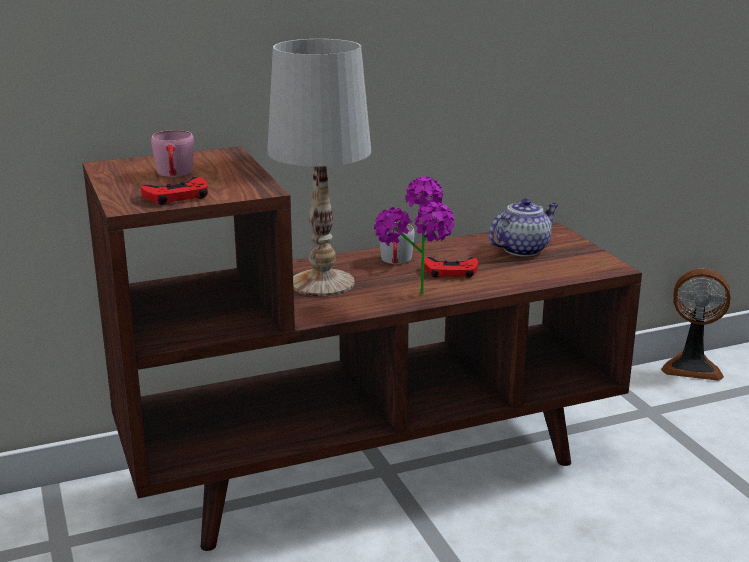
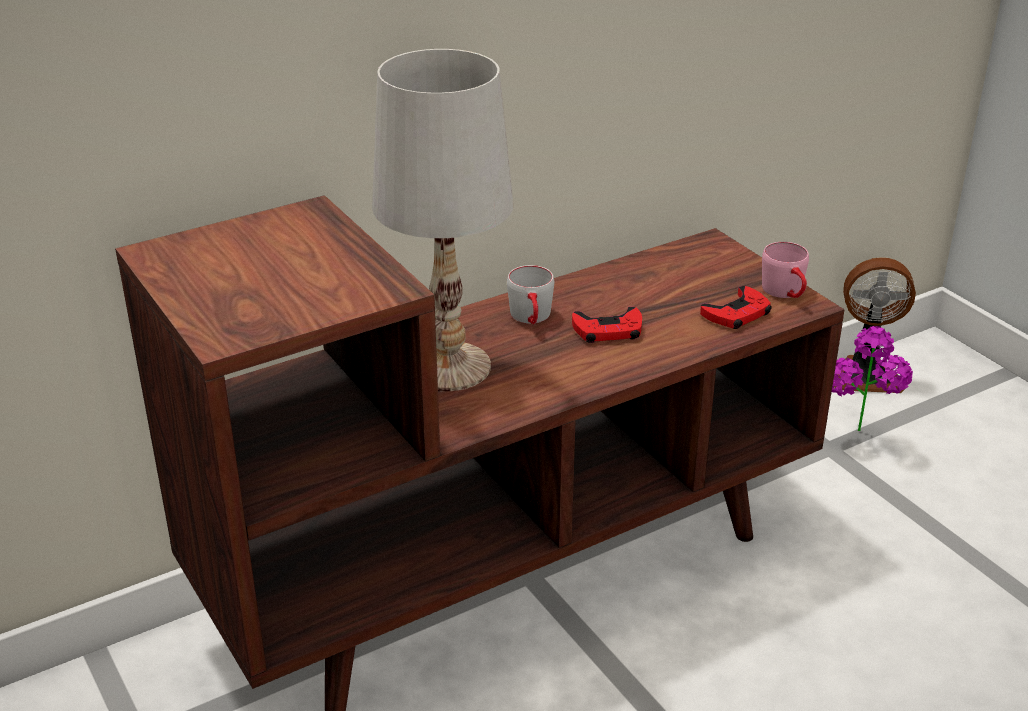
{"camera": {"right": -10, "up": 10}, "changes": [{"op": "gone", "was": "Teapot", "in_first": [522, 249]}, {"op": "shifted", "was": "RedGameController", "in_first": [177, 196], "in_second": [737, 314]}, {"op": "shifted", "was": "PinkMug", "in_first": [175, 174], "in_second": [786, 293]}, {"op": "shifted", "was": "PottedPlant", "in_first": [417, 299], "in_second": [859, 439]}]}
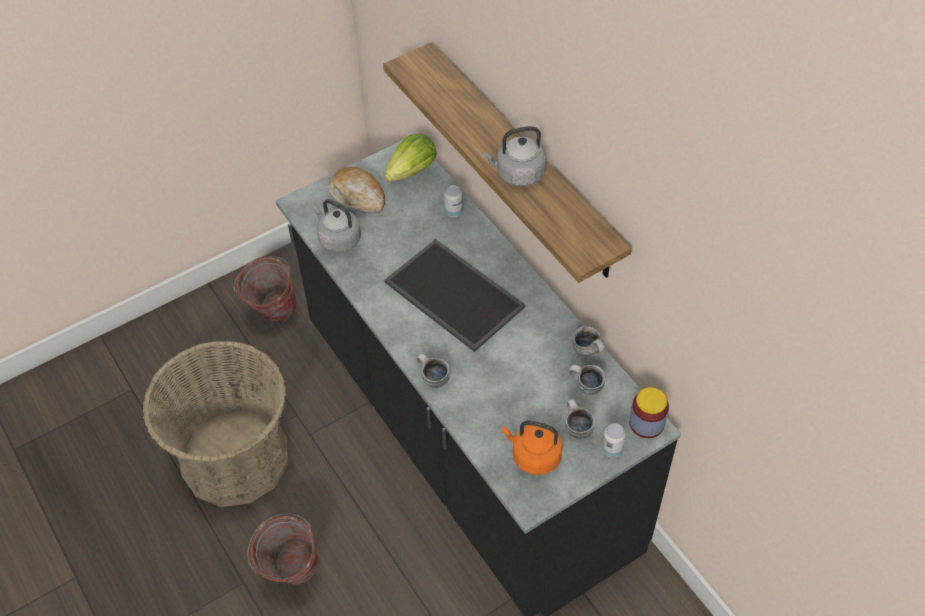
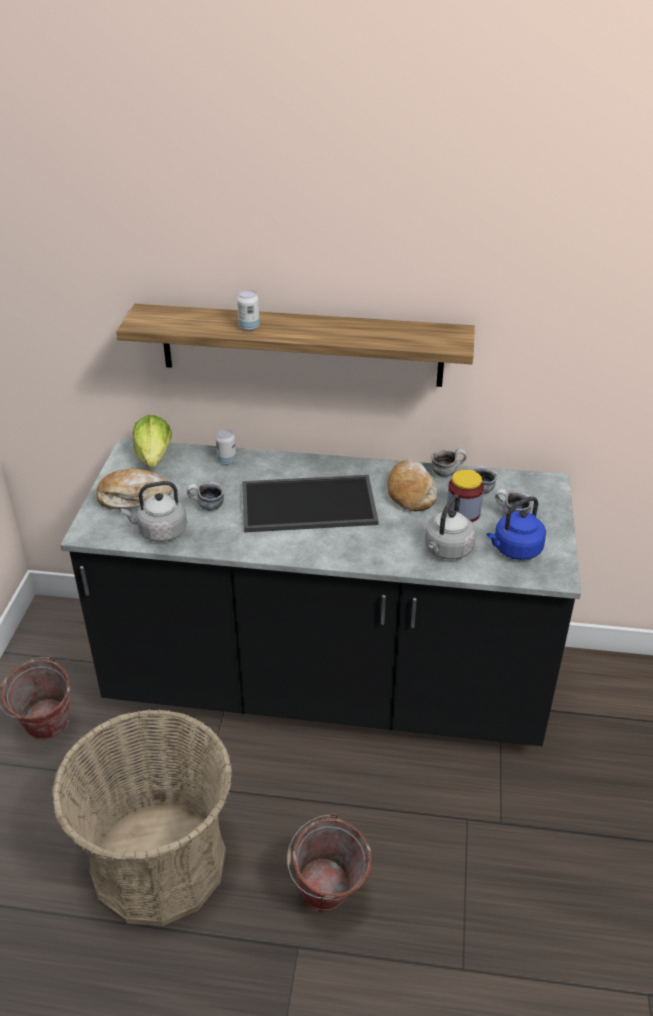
{"camera": {"right": -50, "up": -15}, "changes": [{"op": "new", "now": "Bread", "in_second": [410, 492]}, {"op": "shifted", "was": "Mug", "in_first": [432, 379], "in_second": [207, 507]}, {"op": "shifted", "was": "GreyKettle", "in_first": [517, 174], "in_second": [447, 550]}, {"op": "shifted", "was": "Can", "in_first": [612, 449], "in_second": [249, 327]}, {"op": "shifted", "was": "Jar", "in_first": [646, 423], "in_second": [463, 513]}, {"op": "repainted", "was": "OrangeKettle", "now": "BlueKettle", "in_first": [533, 456], "in_second": [515, 550]}]}
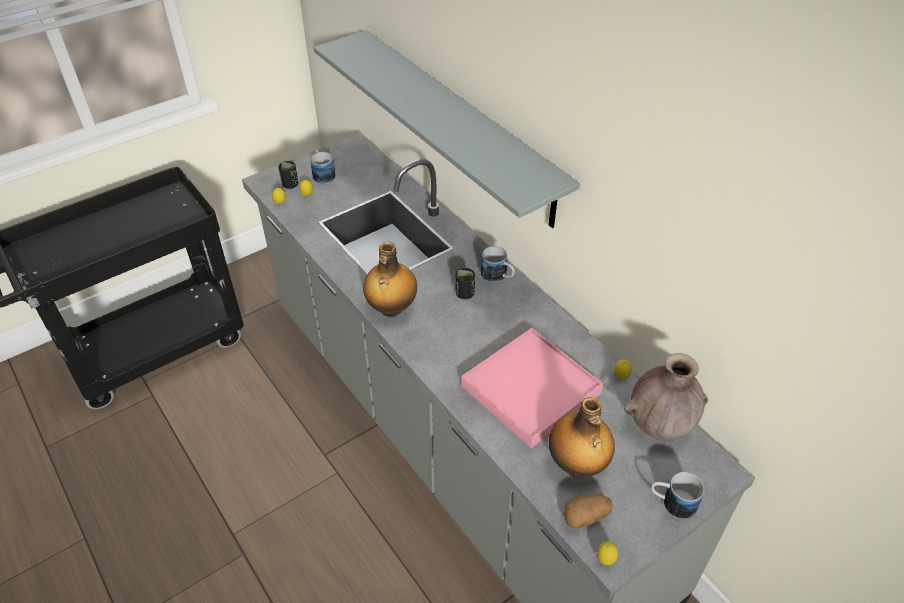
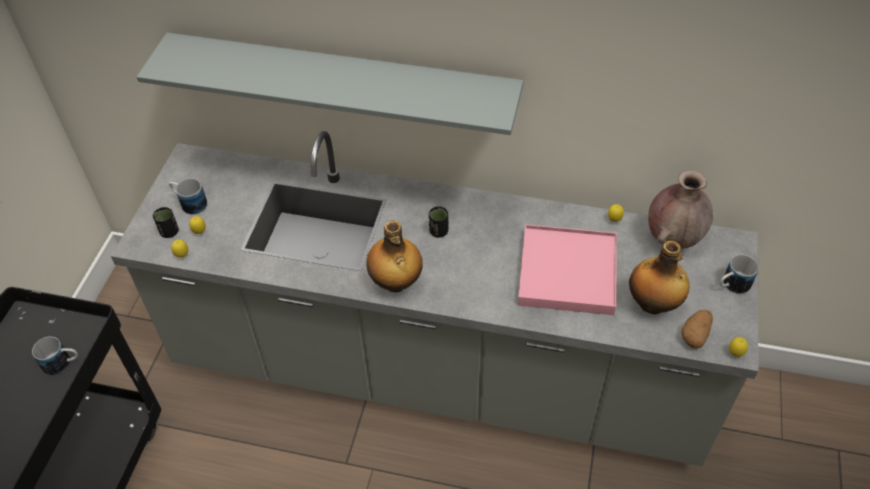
{"camera": {"right": -40, "up": 5}, "changes": [{"op": "shifted", "was": "Mug", "in_first": [498, 277], "in_second": [63, 363]}]}
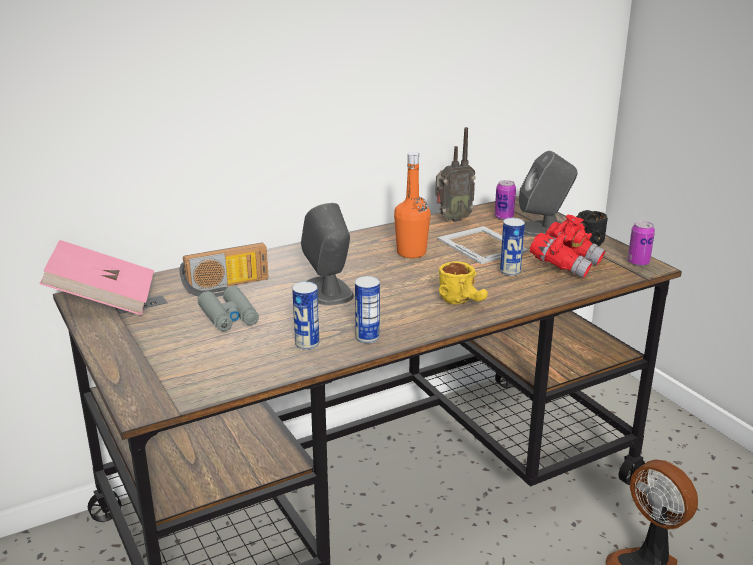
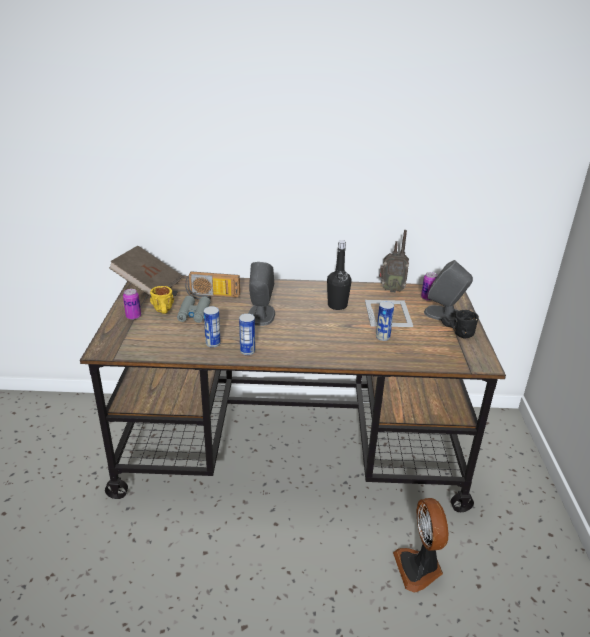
{"camera": {"right": 30, "up": 5}, "changes": [{"op": "gone", "was": "RedBinoculars", "in_first": [565, 265]}, {"op": "shifted", "was": "YellowMug", "in_first": [464, 301], "in_second": [164, 312]}, {"op": "shifted", "was": "Can", "in_first": [638, 262], "in_second": [133, 316]}, {"op": "repainted", "was": "PinkBook", "now": "BrownBook", "in_first": [103, 300], "in_second": [147, 285]}, {"op": "repainted", "was": "OrangeBottle", "now": "BlackBottle", "in_first": [411, 253], "in_second": [337, 305]}]}
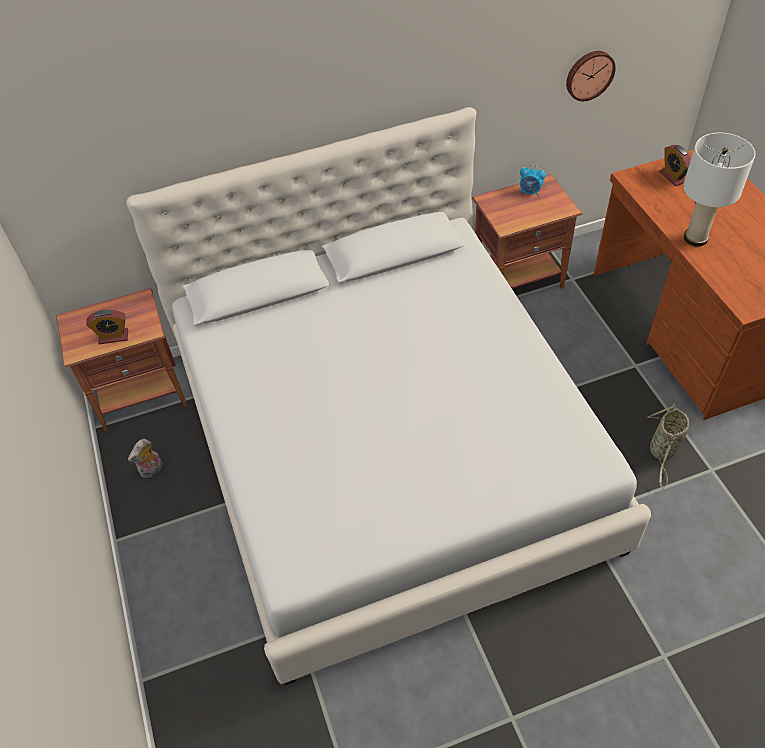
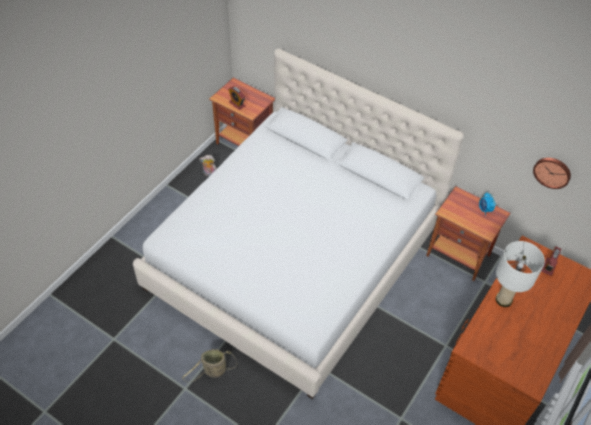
{"camera": {"right": 50, "up": 0}, "changes": [{"op": "shifted", "was": "Basket", "in_first": [662, 451], "in_second": [213, 371]}]}
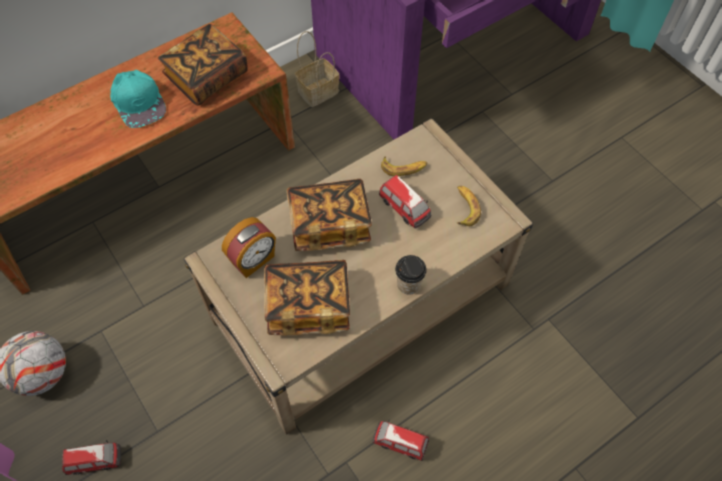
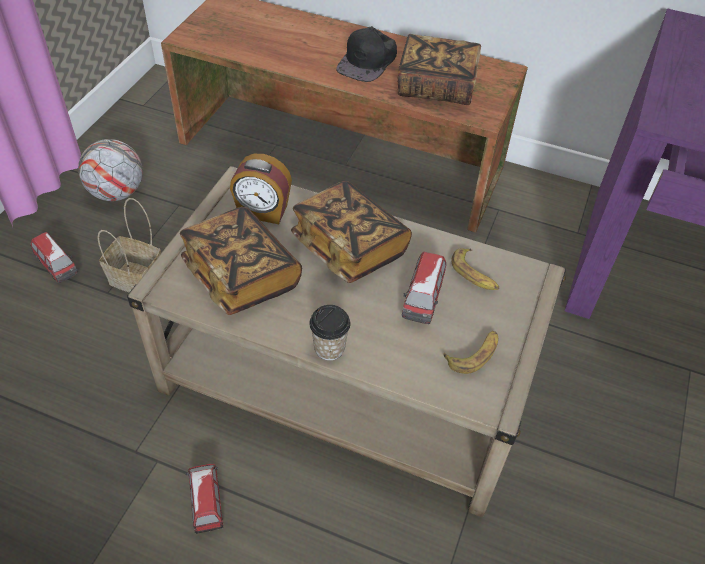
{"camera": {"right": 55, "up": -10}, "changes": [{"op": "shifted", "was": "Basket", "in_first": [318, 91], "in_second": [138, 278]}, {"op": "repainted", "was": "TurquoiseCap", "now": "BlackCap", "in_first": [139, 101], "in_second": [368, 61]}]}
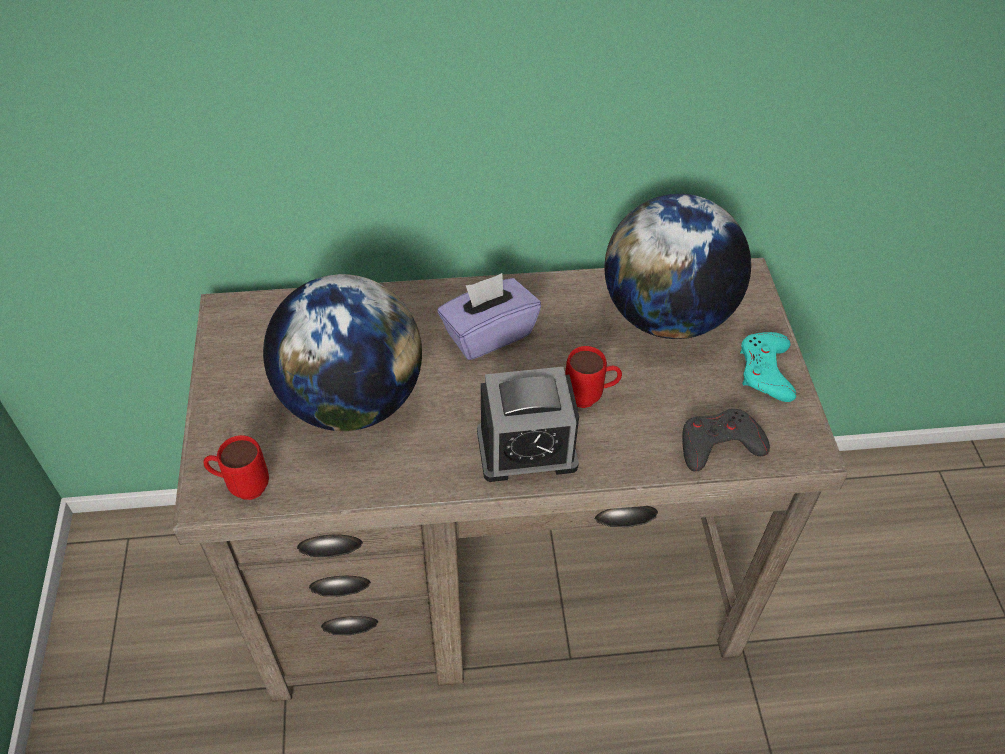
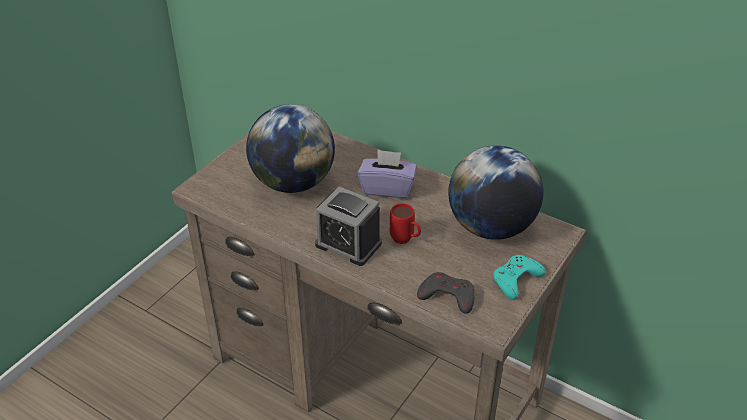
{"camera": {"right": 40, "up": -10}, "changes": [{"op": "gone", "was": "RedMug", "in_first": [241, 487]}]}
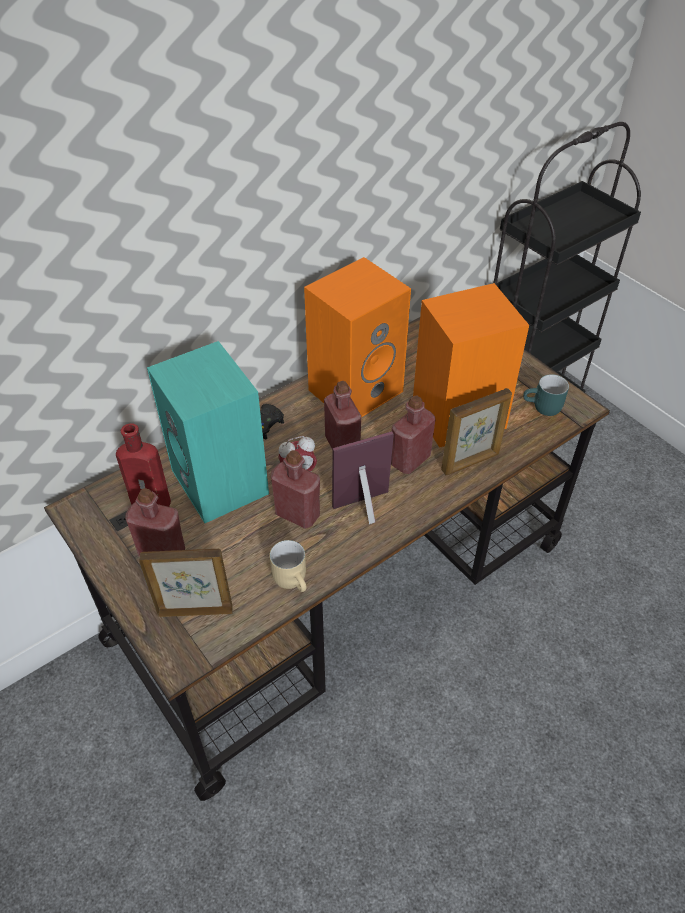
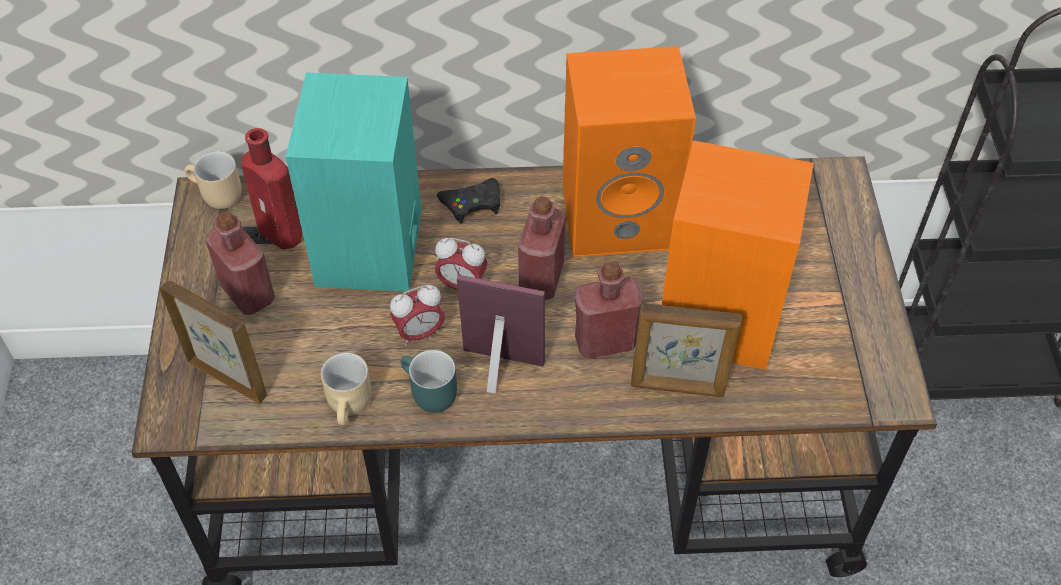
{"camera": {"right": 35, "up": 5}, "changes": [{"op": "new", "now": "BeigeMug", "in_second": [215, 196]}, {"op": "shifted", "was": "TurquoiseMug", "in_first": [543, 408], "in_second": [427, 394]}, {"op": "swapped", "was": "RedBottle", "now": "AlarmClock", "in_first": [297, 514], "in_second": [419, 333]}]}
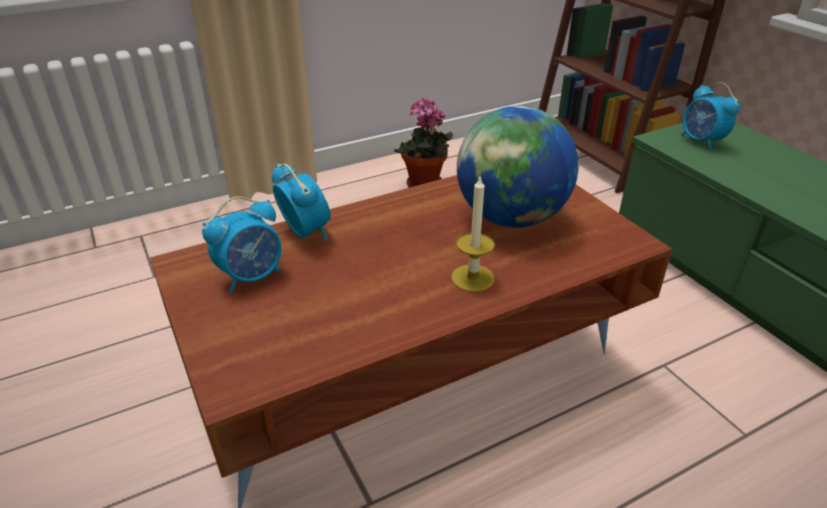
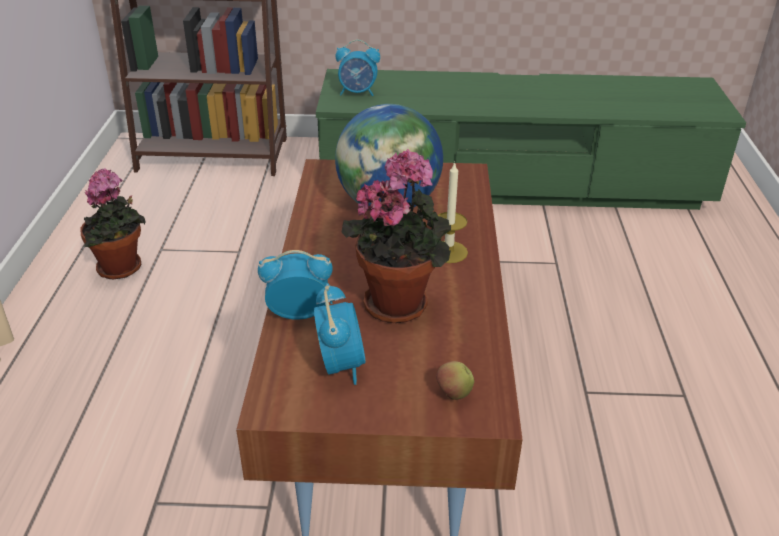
{"camera": {"right": -60, "up": 0}, "changes": [{"op": "new", "now": "PottedPlant", "in_second": [399, 302]}, {"op": "new", "now": "Apple", "in_second": [453, 394]}]}
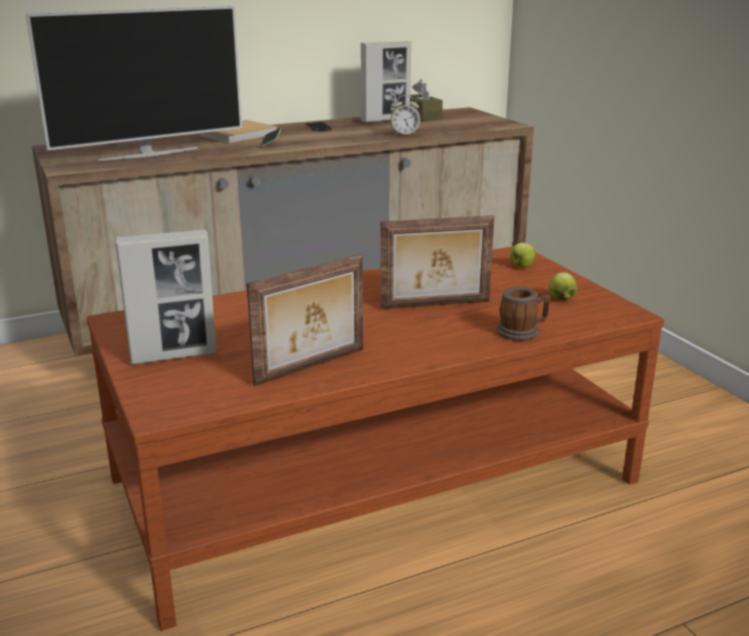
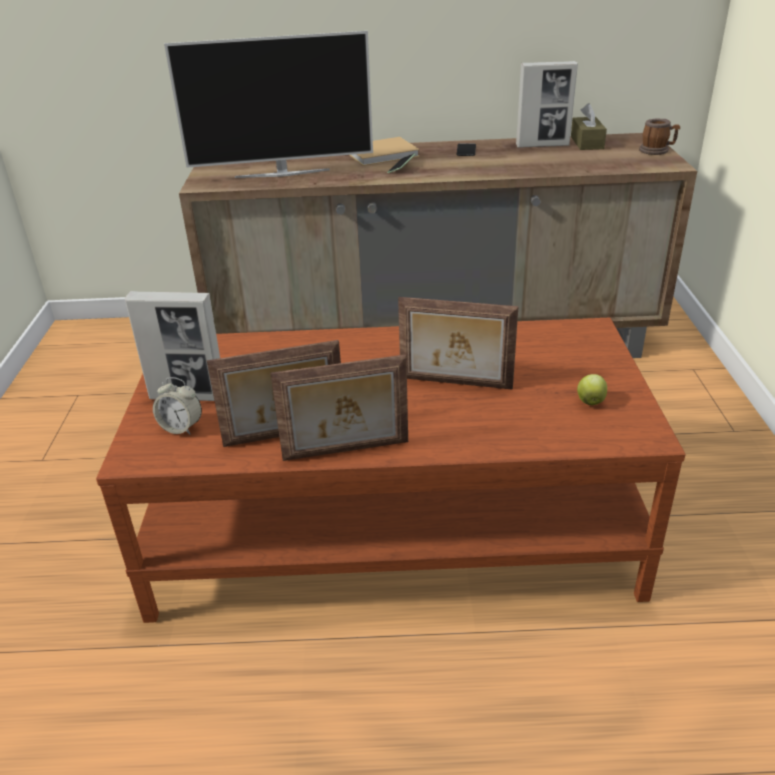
{"camera": {"right": 25, "up": 10}, "changes": [{"op": "gone", "was": "Apple", "in_first": [521, 267]}, {"op": "new", "now": "PictureFrame", "in_second": [346, 452]}, {"op": "shifted", "was": "AlarmClock", "in_first": [404, 134], "in_second": [181, 428]}, {"op": "shifted", "was": "Mug", "in_first": [522, 332], "in_second": [657, 151]}]}
